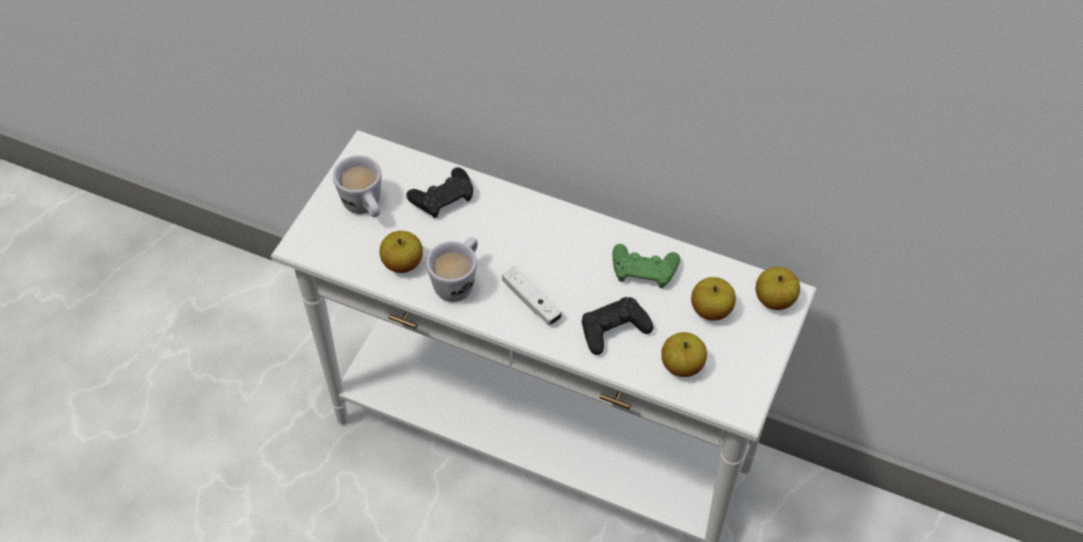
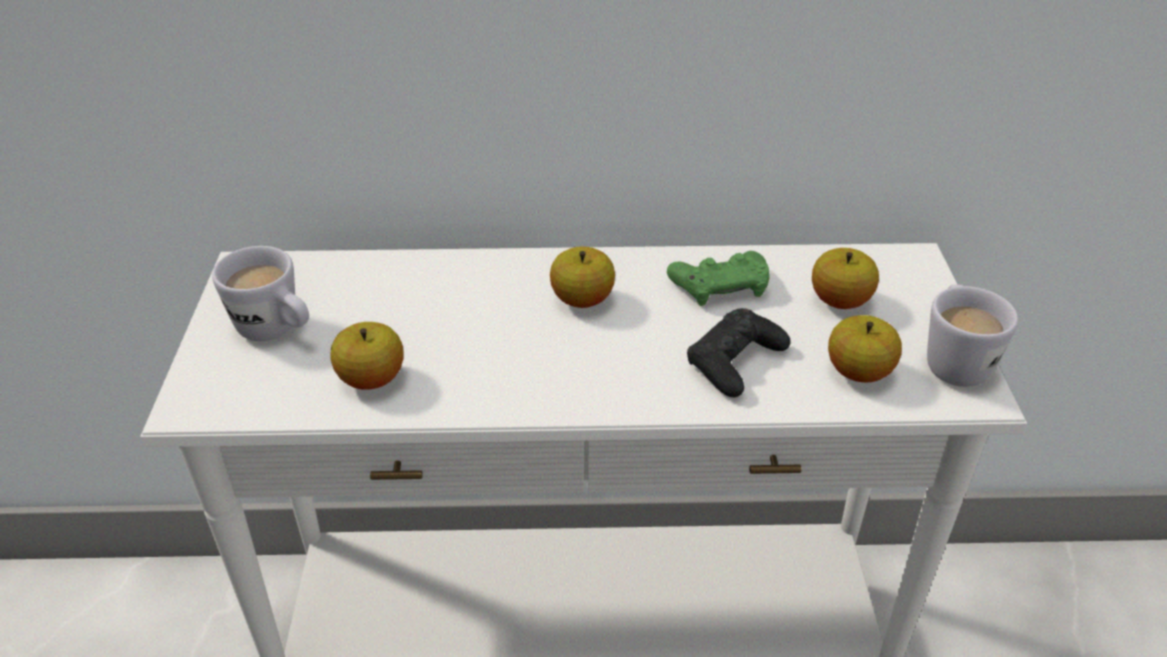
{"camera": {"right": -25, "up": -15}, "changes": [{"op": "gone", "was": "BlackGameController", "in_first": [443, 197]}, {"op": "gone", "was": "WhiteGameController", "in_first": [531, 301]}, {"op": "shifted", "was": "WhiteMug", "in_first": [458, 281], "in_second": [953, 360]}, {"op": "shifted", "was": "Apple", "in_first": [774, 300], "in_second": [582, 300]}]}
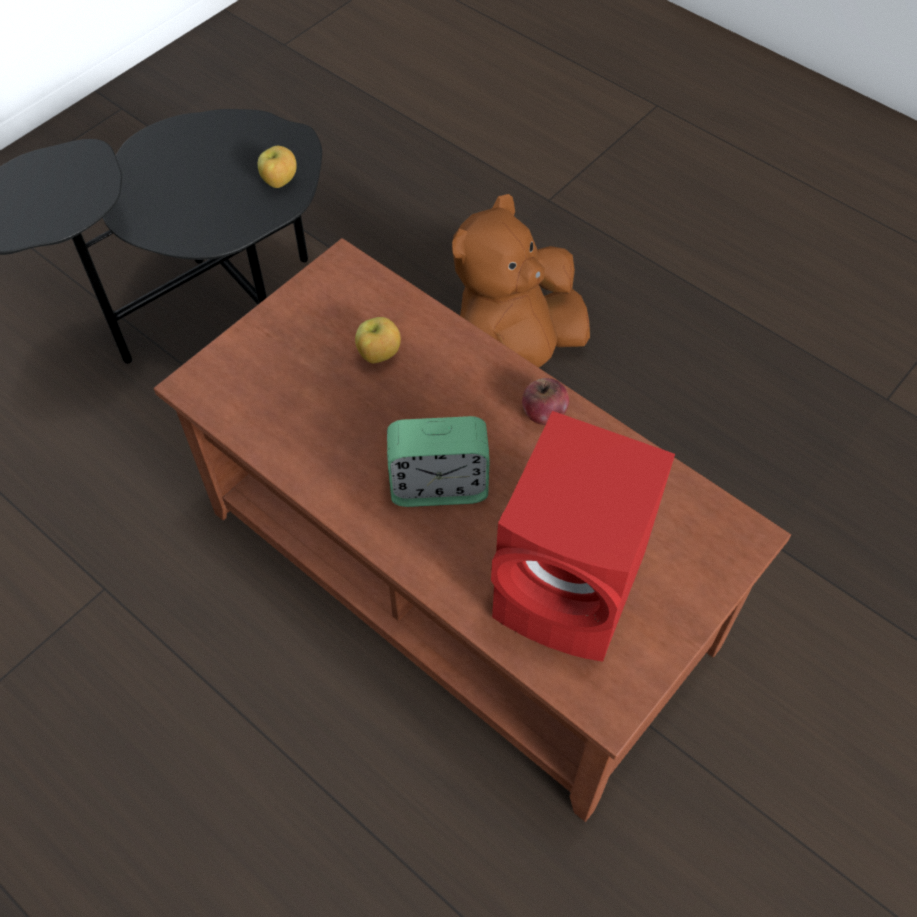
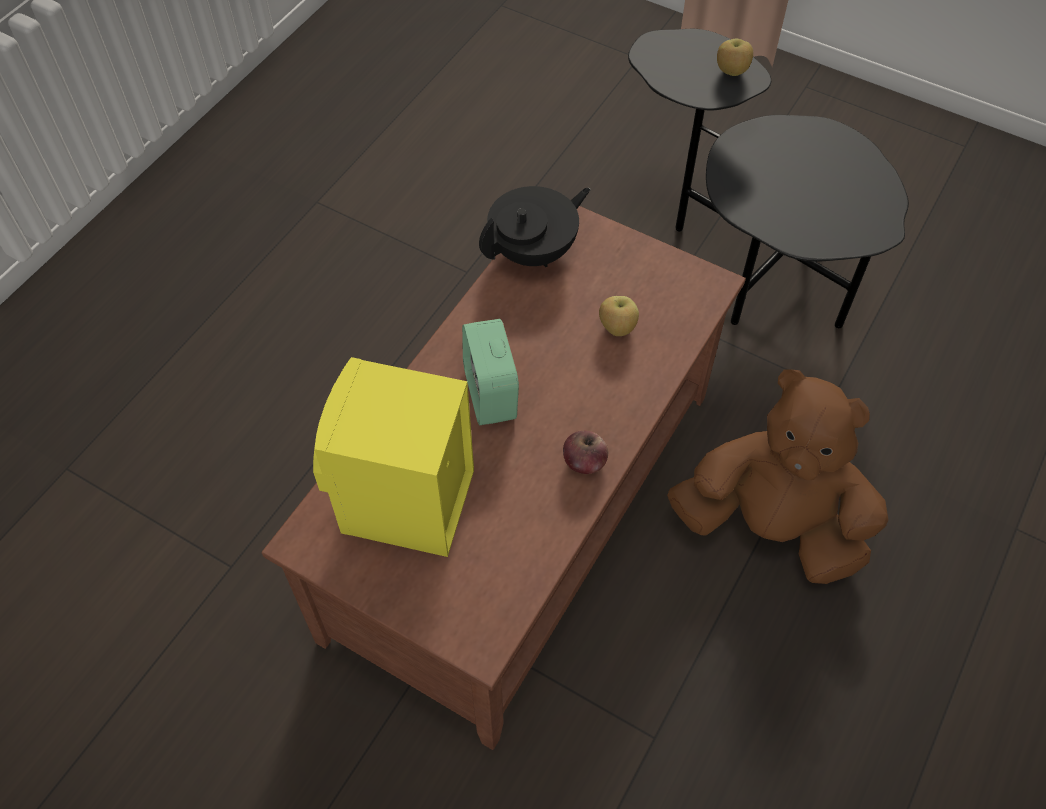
{"camera": {"right": 80, "up": 0}, "changes": [{"op": "new", "now": "BlackTeapot", "in_second": [534, 251]}, {"op": "shifted", "was": "Apple", "in_first": [279, 182], "in_second": [731, 71]}, {"op": "repainted", "was": "RedSpeaker", "now": "YellowSpeaker", "in_first": [574, 590], "in_second": [404, 505]}]}
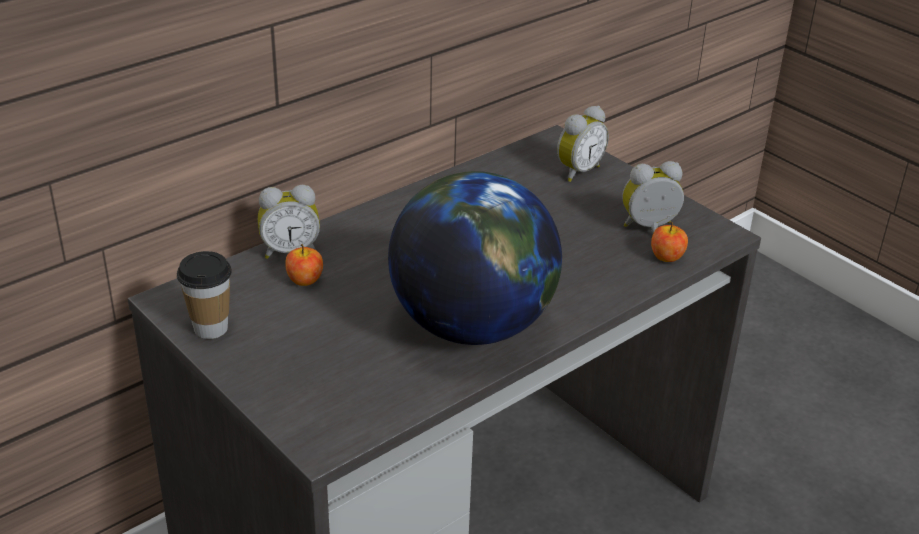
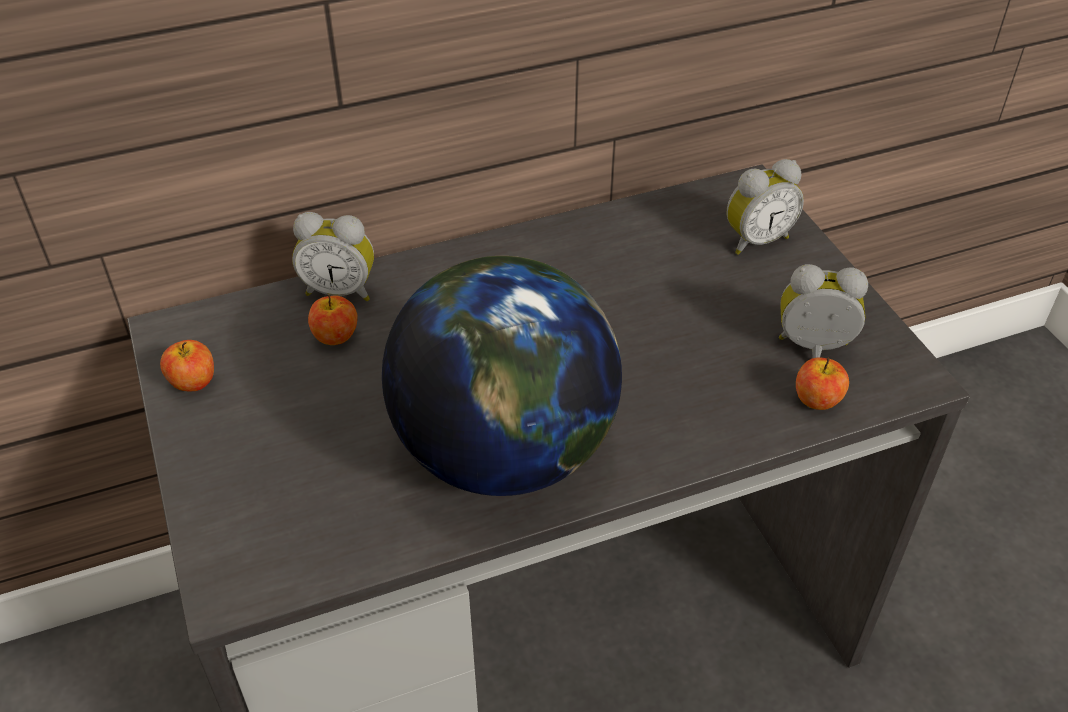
{"camera": {"right": 20, "up": 10}, "changes": [{"op": "swapped", "was": "Cup", "now": "Apple", "in_first": [210, 328], "in_second": [193, 382]}]}
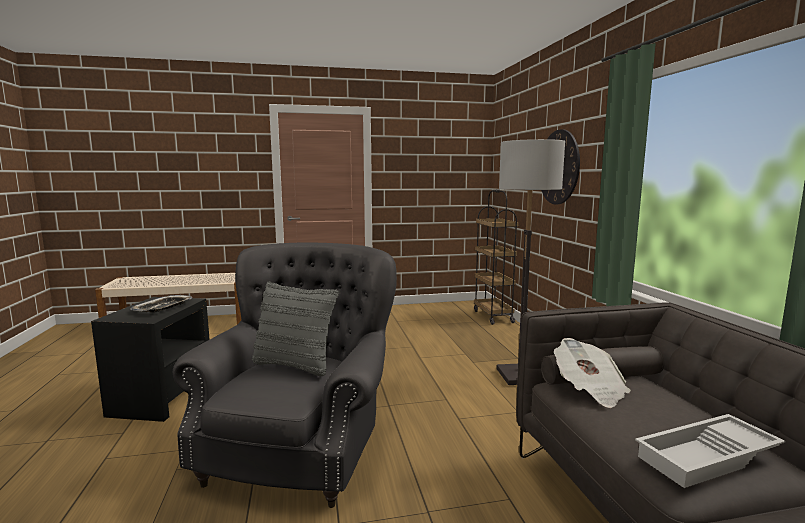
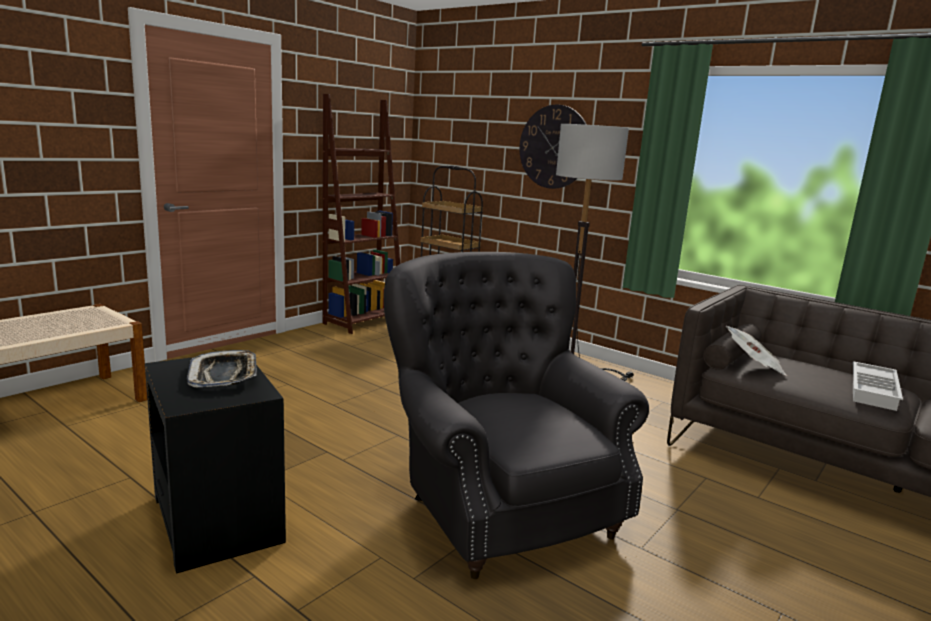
{"camera": {"right": -40, "up": 5}, "changes": [{"op": "gone", "was": "GreyPillow", "in_first": [296, 365]}, {"op": "new", "now": "BrownBookcase", "in_second": [364, 321]}]}
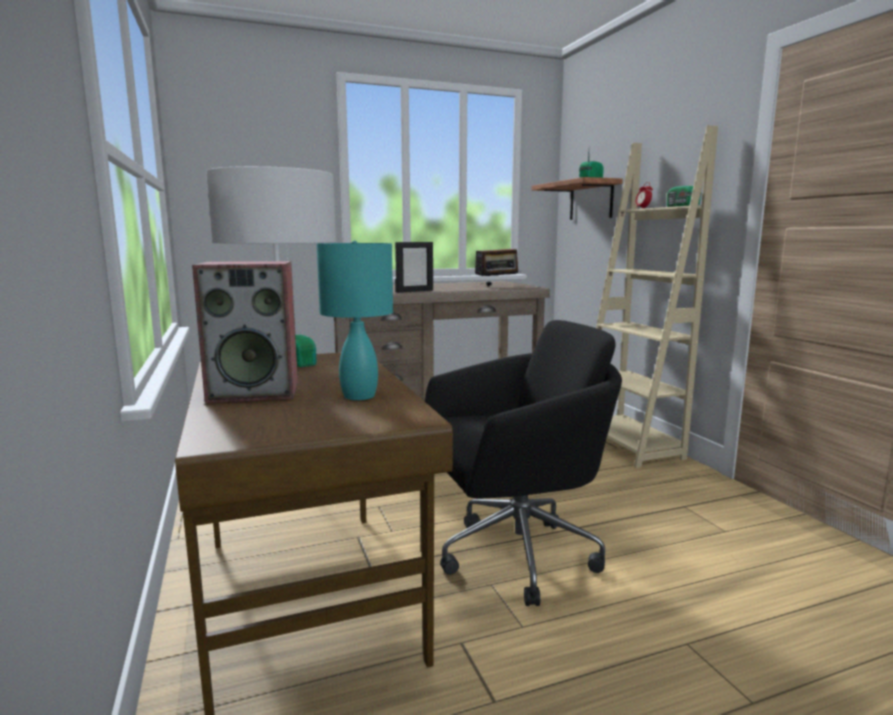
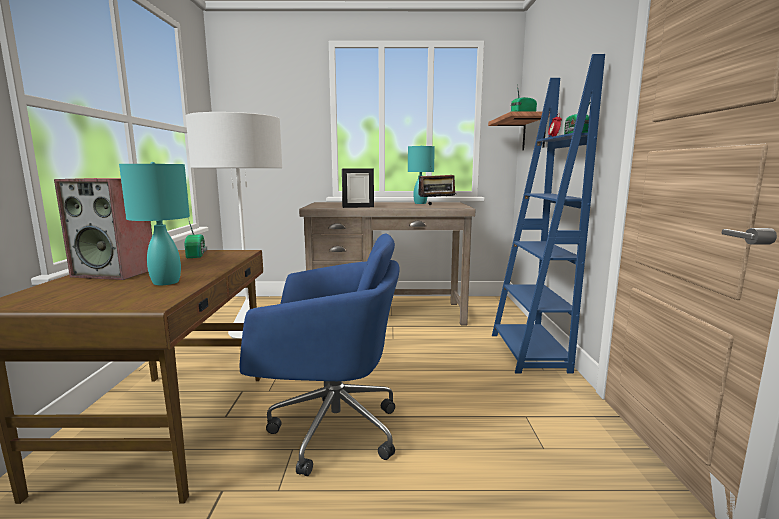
{"camera": {"right": 20, "up": 0}, "changes": [{"op": "new", "now": "TurquoiseTableLamp", "in_second": [420, 203]}, {"op": "repainted", "was": "BlackOfficeChair", "now": "BlueOfficeChair", "in_first": [511, 559], "in_second": [329, 431]}, {"op": "repainted", "was": "BeigeBookcase", "now": "BlueBookcase", "in_first": [628, 445], "in_second": [529, 352]}]}
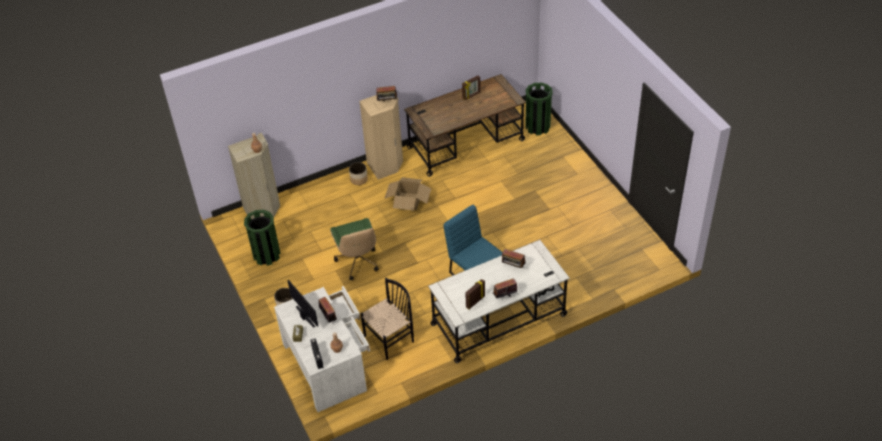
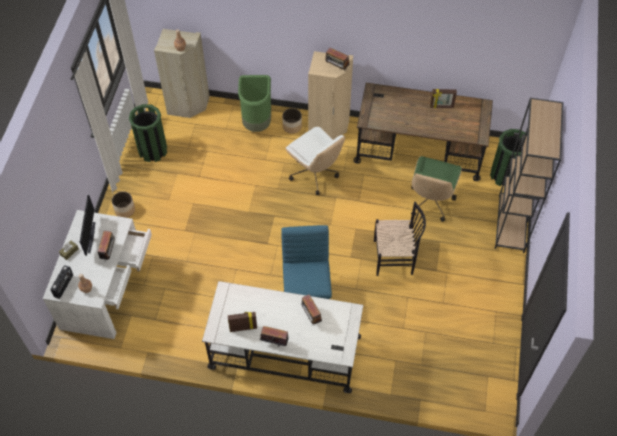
{"camera": {"right": 35, "up": 10}, "changes": [{"op": "new", "now": "GreenTrashCan", "in_second": [257, 123]}, {"op": "new", "now": "Bookcase", "in_second": [511, 224]}, {"op": "shifted", "was": "GreenOfficeChair", "in_first": [358, 264], "in_second": [430, 203]}, {"op": "shifted", "was": "BlackChair", "in_first": [391, 338], "in_second": [395, 257]}, {"op": "swapped", "was": "CardboardBox", "now": "WhiteOfficeChair", "in_first": [408, 201], "in_second": [315, 176]}]}
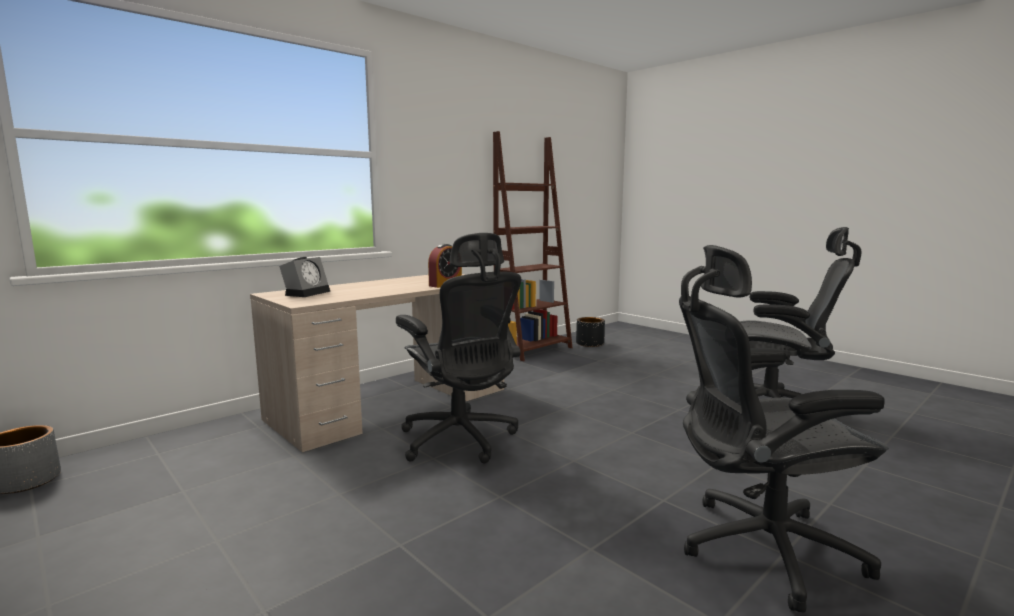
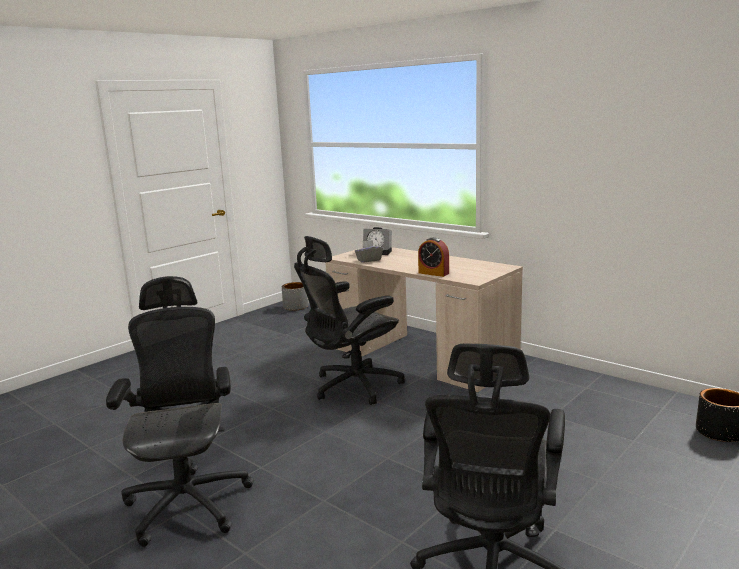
{"camera": {"right": 85, "up": 5}, "changes": [{"op": "gone", "was": "BrownBookcase", "in_first": [533, 350]}, {"op": "new", "now": "GreyTissueBox", "in_second": [369, 260]}]}
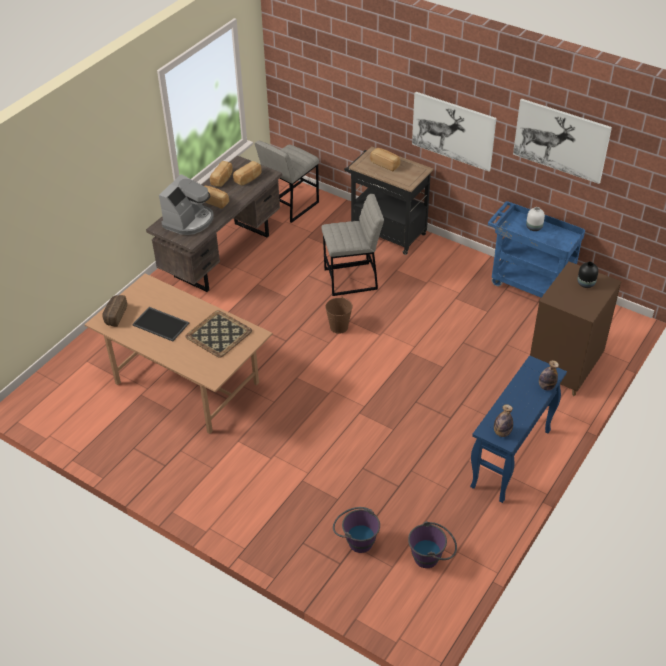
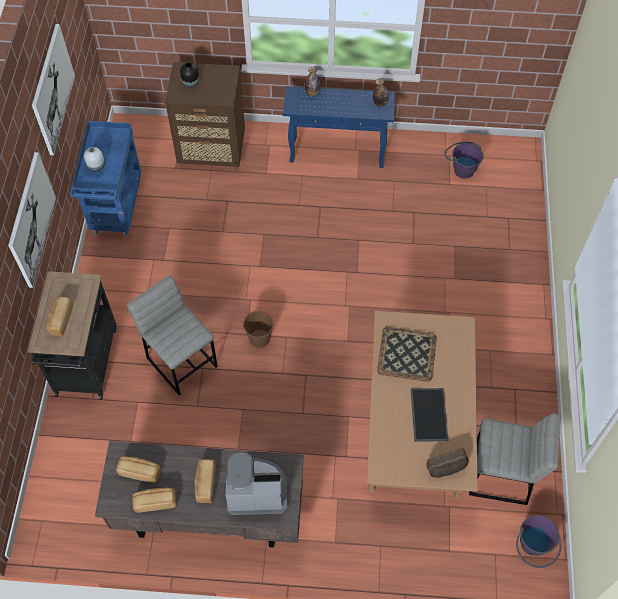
{"camera": {"right": -120, "up": 15}, "changes": [{"op": "shifted", "was": "GreyChair", "in_first": [289, 206], "in_second": [502, 476]}, {"op": "shifted", "was": "PurpleBucket", "in_first": [356, 540], "in_second": [533, 549]}]}
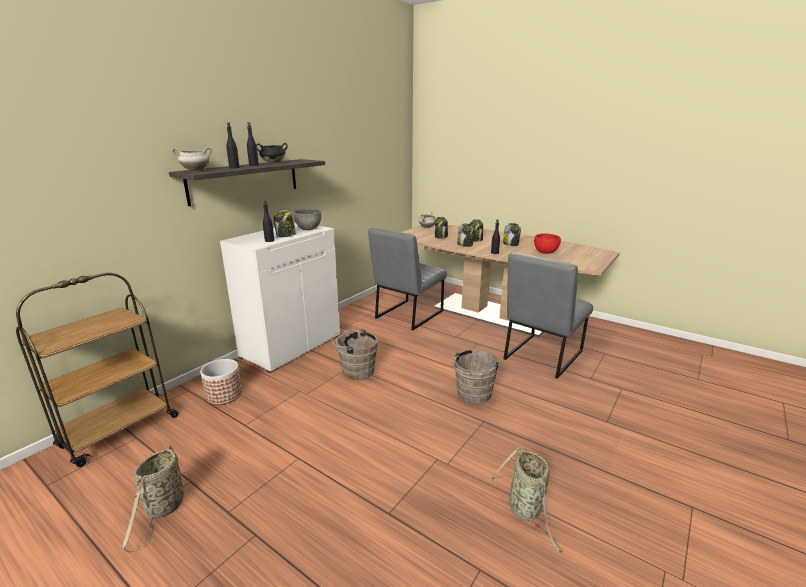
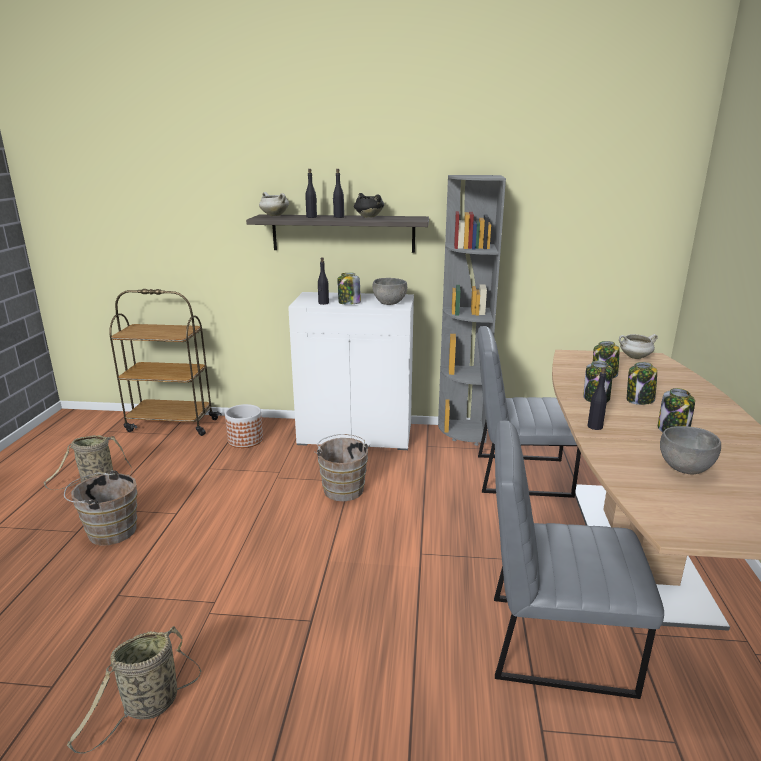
{"camera": {"right": 60, "up": 0}, "changes": [{"op": "new", "now": "GreyBookcase", "in_second": [462, 436]}, {"op": "shifted", "was": "BrownBucket", "in_first": [472, 395], "in_second": [109, 531]}, {"op": "repainted", "was": "RedBowl", "now": "GreyBowl", "in_first": [545, 252], "in_second": [684, 468]}]}
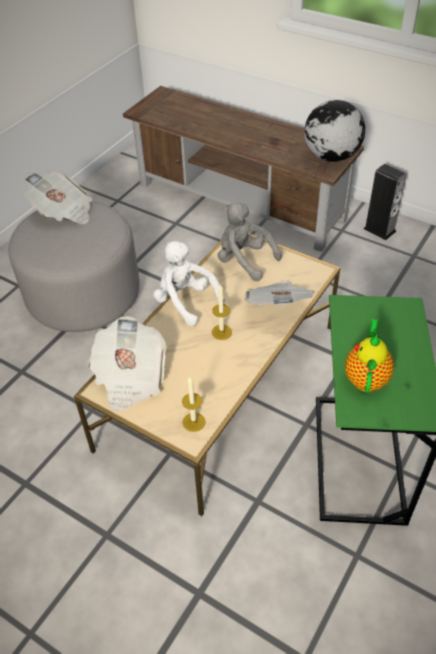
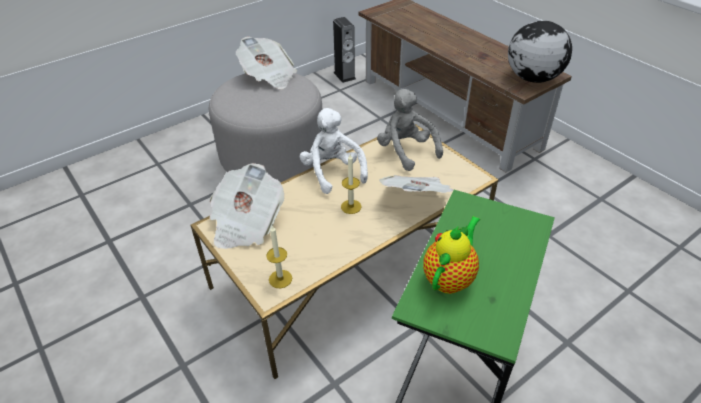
{"camera": {"right": 20, "up": -5}, "changes": [{"op": "shifted", "was": "Speaker", "in_first": [379, 230], "in_second": [344, 75]}]}
